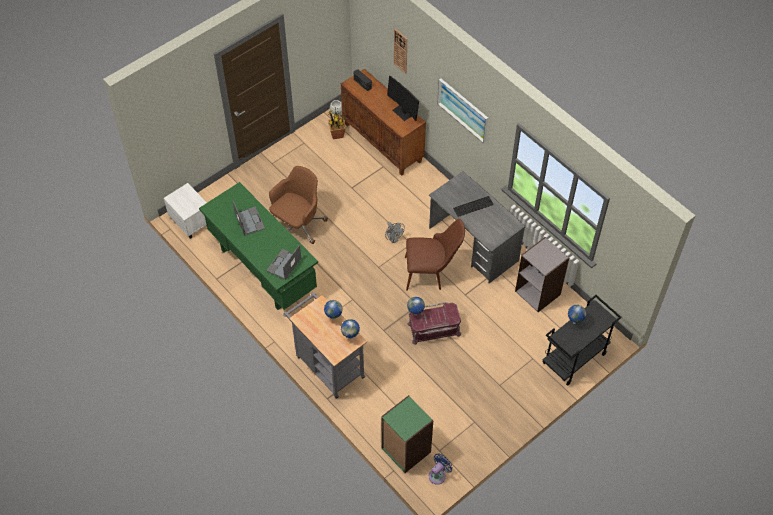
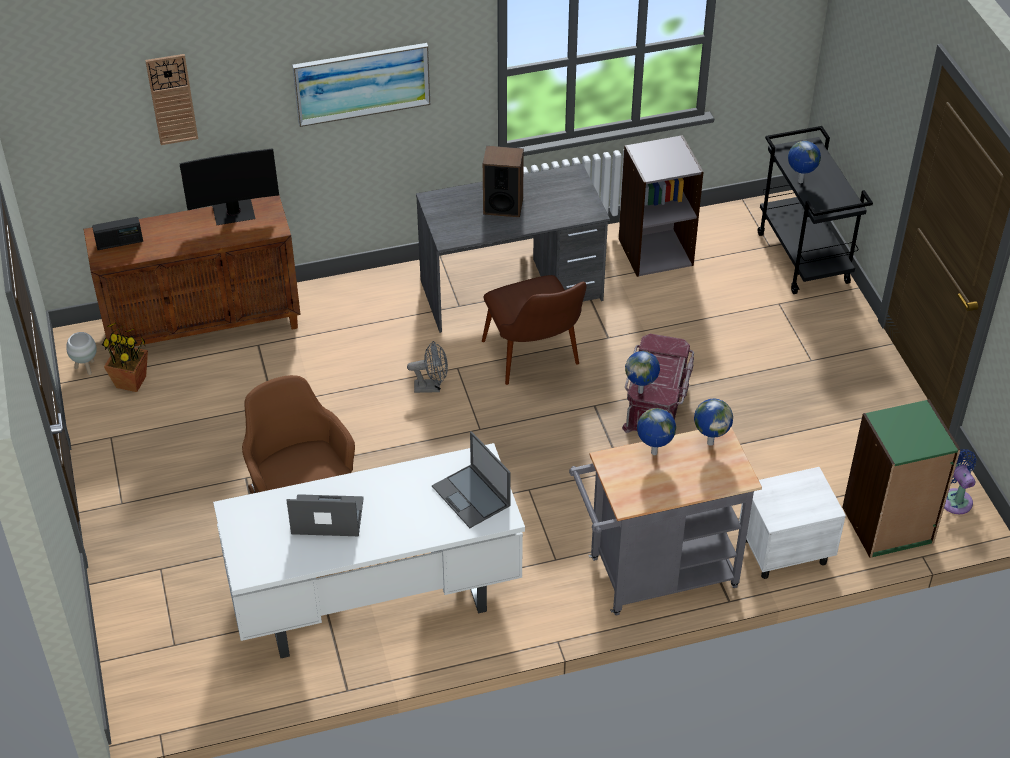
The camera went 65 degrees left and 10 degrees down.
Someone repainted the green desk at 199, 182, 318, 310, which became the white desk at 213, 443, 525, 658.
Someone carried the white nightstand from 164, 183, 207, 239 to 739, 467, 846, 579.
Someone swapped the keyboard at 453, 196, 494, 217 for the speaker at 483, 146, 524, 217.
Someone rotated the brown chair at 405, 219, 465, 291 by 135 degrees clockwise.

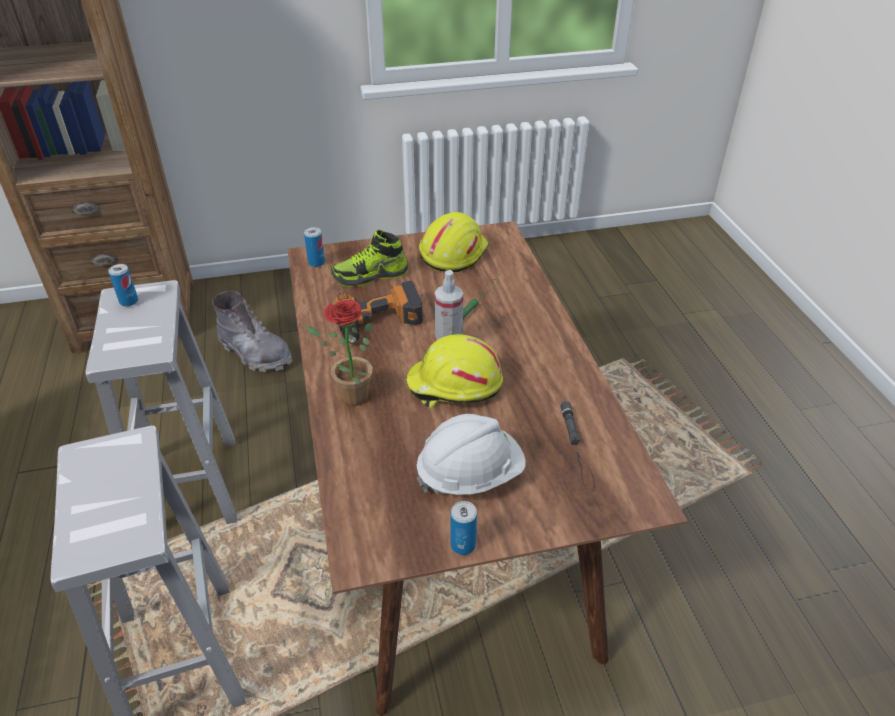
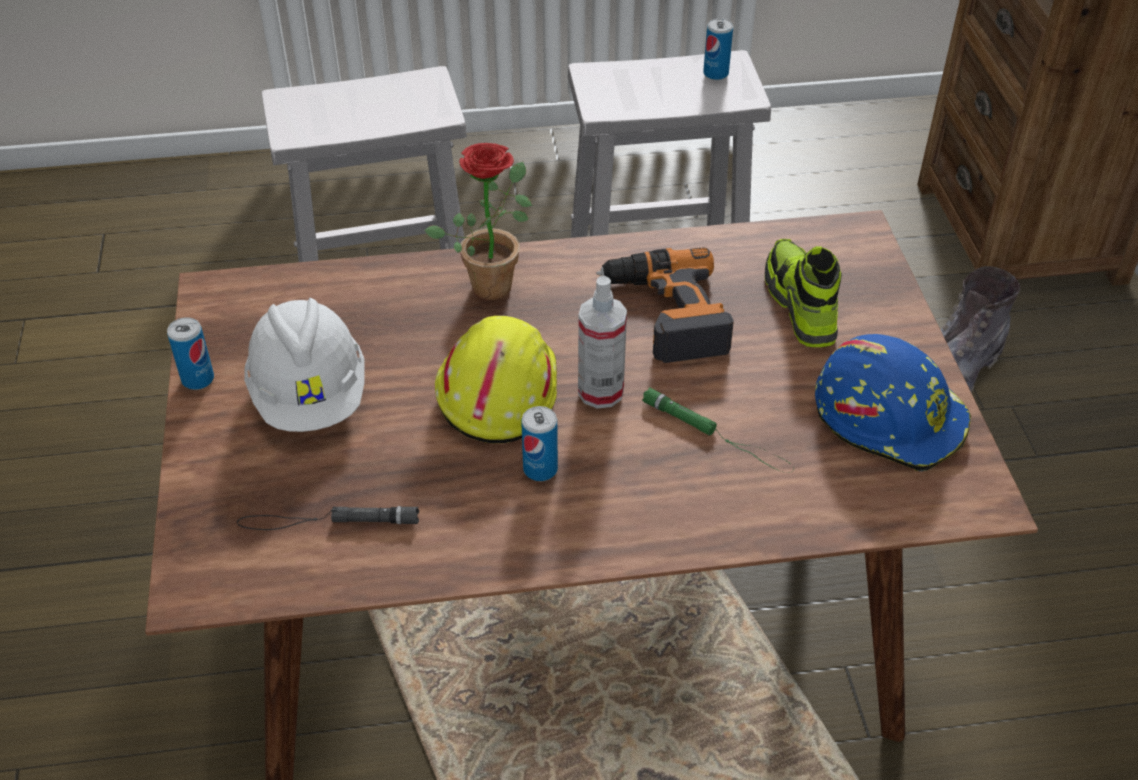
The camera went 95 degrees right and 5 degrees up.
Someone repainted the yellow hard hat at 419, 212, 489, 272, which became the blue hard hat at 815, 334, 971, 471.
Someone carried the can from 304, 227, 325, 267 to 521, 406, 558, 481.

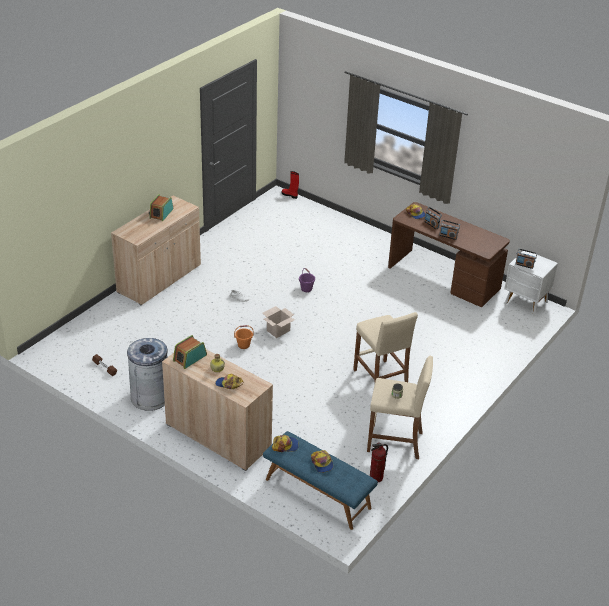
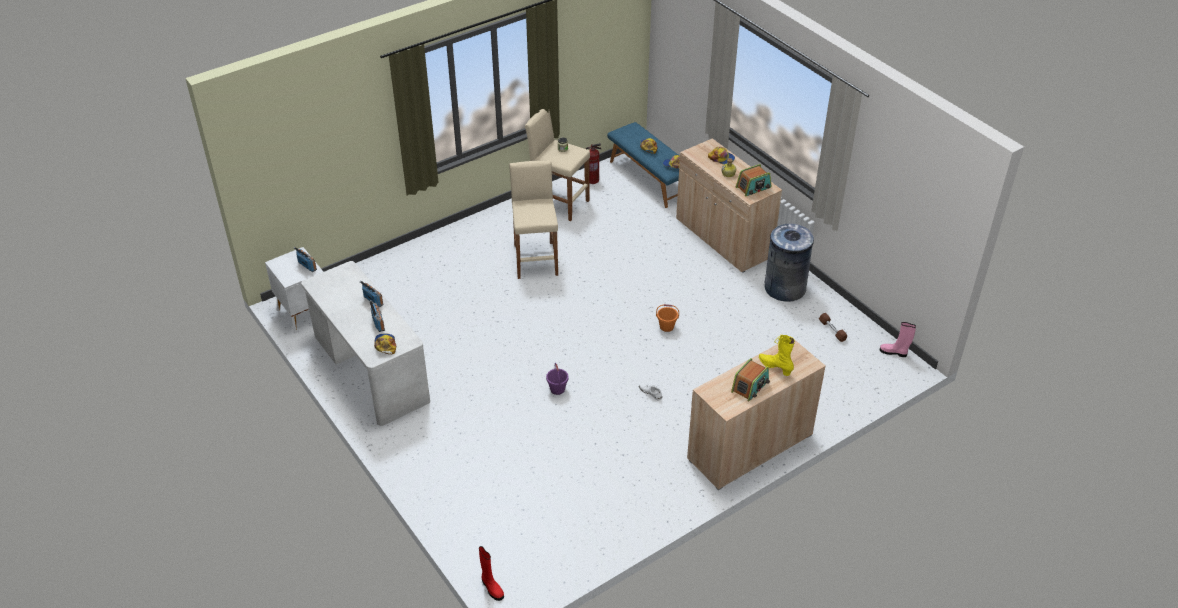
The camera went 160 degrees left and 5 degrees up.
Someone repainted the brown desk at 388, 202, 510, 307, which became the white desk at 301, 261, 430, 426.
Someone took away the cardboard box at 263, 306, 295, 338.
Someone put down the pink boot at 880, 322, 916, 357.
Someone put down the yellow boot at 759, 335, 795, 376.

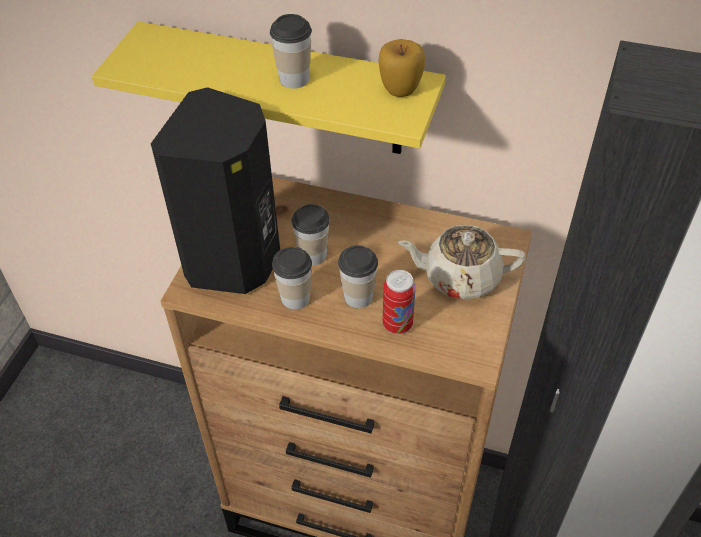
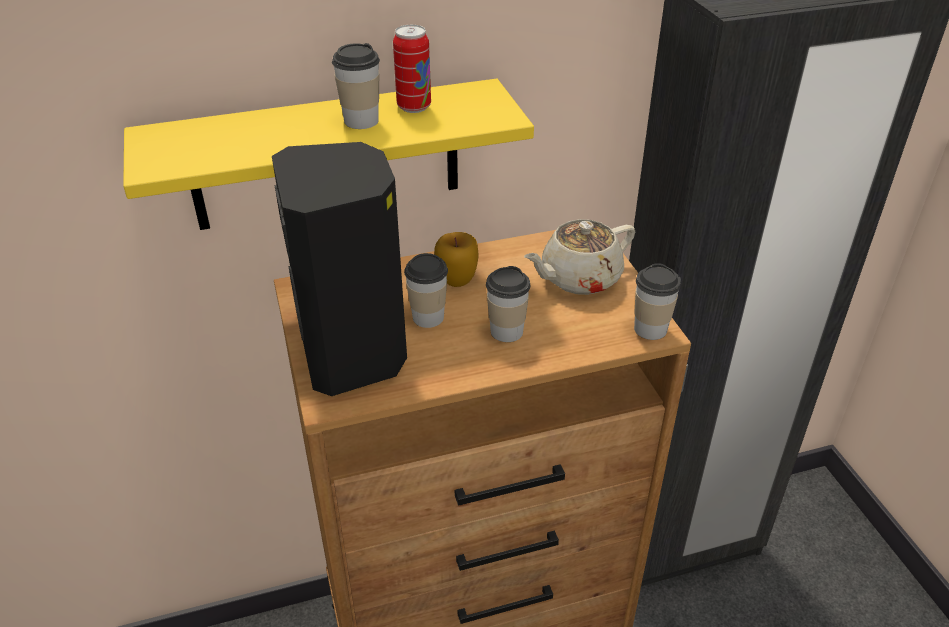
The camera went 35 degrees left and 10 degrees down.
Someone carried the apple from 379, 39, 425, 97 to 434, 232, 479, 287.
Someone carried the cup from 272, 247, 312, 310 to 634, 263, 681, 340.
Someone carried the can from 383, 270, 416, 334 to 393, 25, 431, 113.

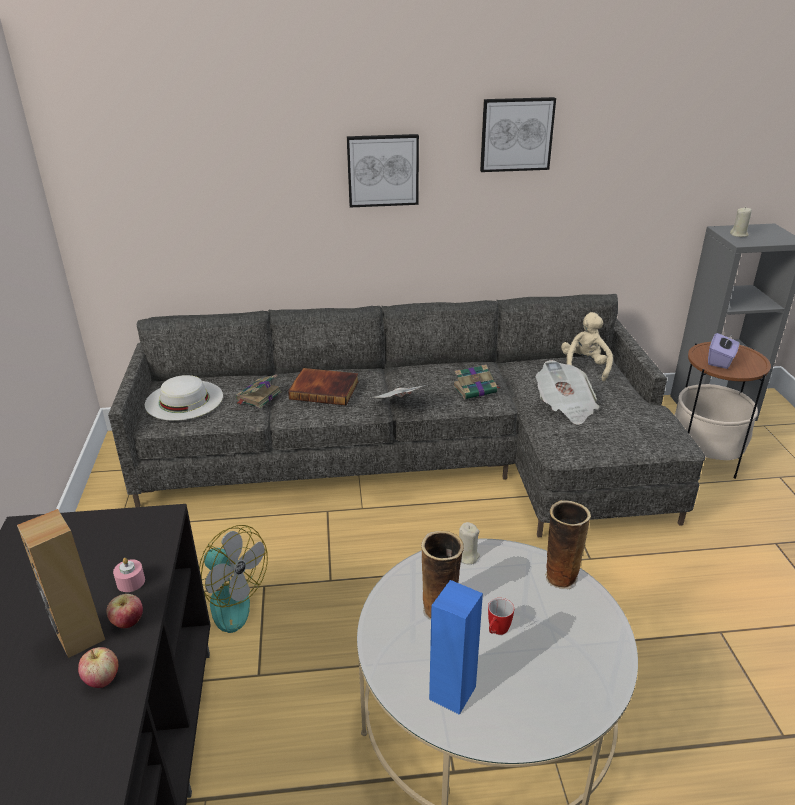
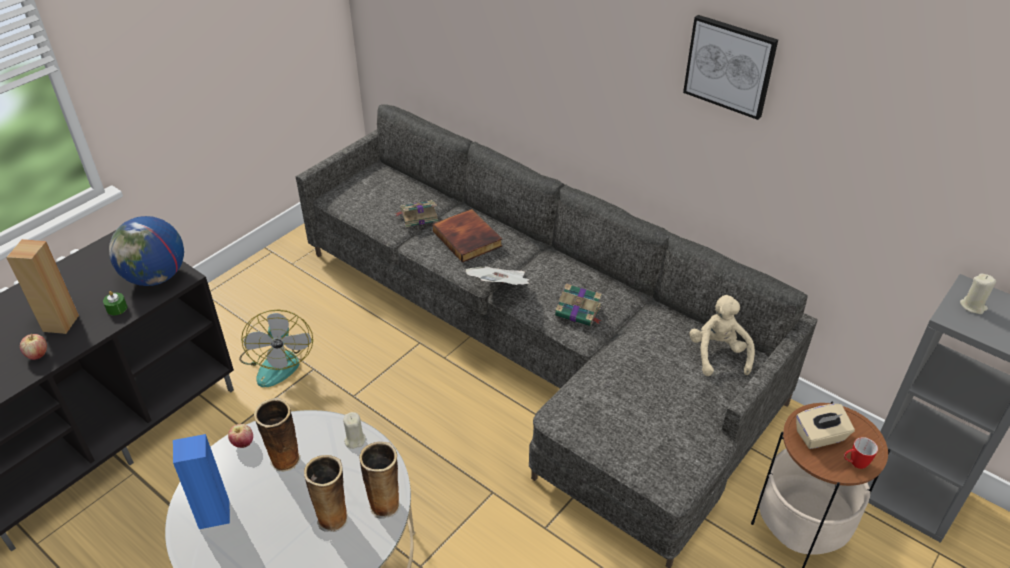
The camera went 45 degrees right and 10 degrees up.
Someone took away the picture at 347, 134, 419, 207.
Someone rotated the beige plush toy at 561, 312, 613, 381 by 60 degrees counterclockwise.
Someone repainted the purple tissue box at 708, 333, 739, 369, which became the beige tissue box at 796, 404, 855, 449.
Someone took away the newspaper at 536, 360, 599, 425.
Someone took away the white hat at 145, 375, 223, 421.
Someone repainted the pink candle at 113, 558, 145, 592, which became the green candle at 103, 291, 127, 315.
Someone carried the apple from 106, 594, 143, 628 to 228, 424, 253, 448.
Someone carried the mug from 488, 598, 514, 635 to 844, 437, 878, 469.
Someone put down the globe at 109, 216, 184, 286.
Someone put down the vase at 304, 455, 348, 532.

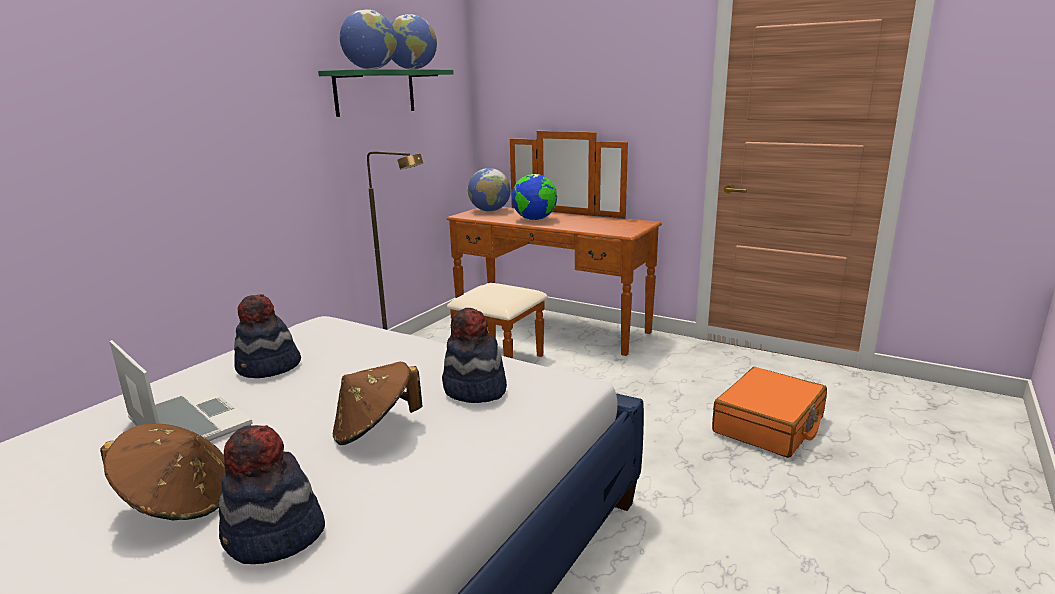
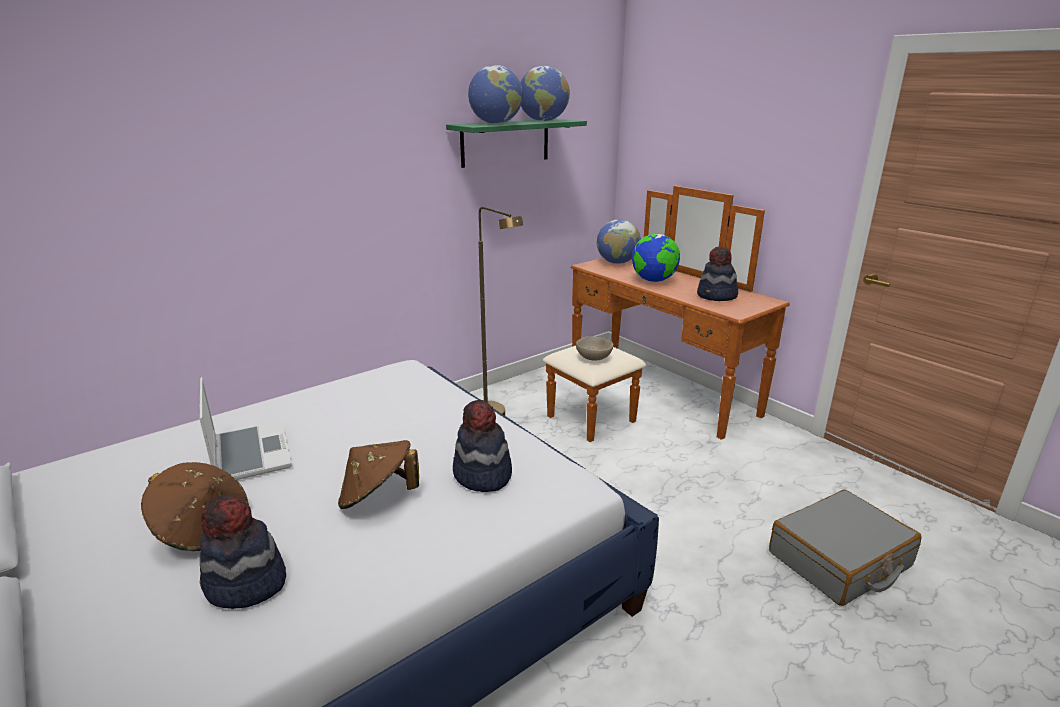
The camera went 20 degrees right and 5 degrees up.
Someone carried the hat from 234, 294, 301, 378 to 697, 247, 738, 301.
Someone repainted the orange suitcase at 712, 367, 827, 458, which became the grey suitcase at 769, 490, 922, 606.
Someone put down the beige bowl at 576, 336, 613, 361.

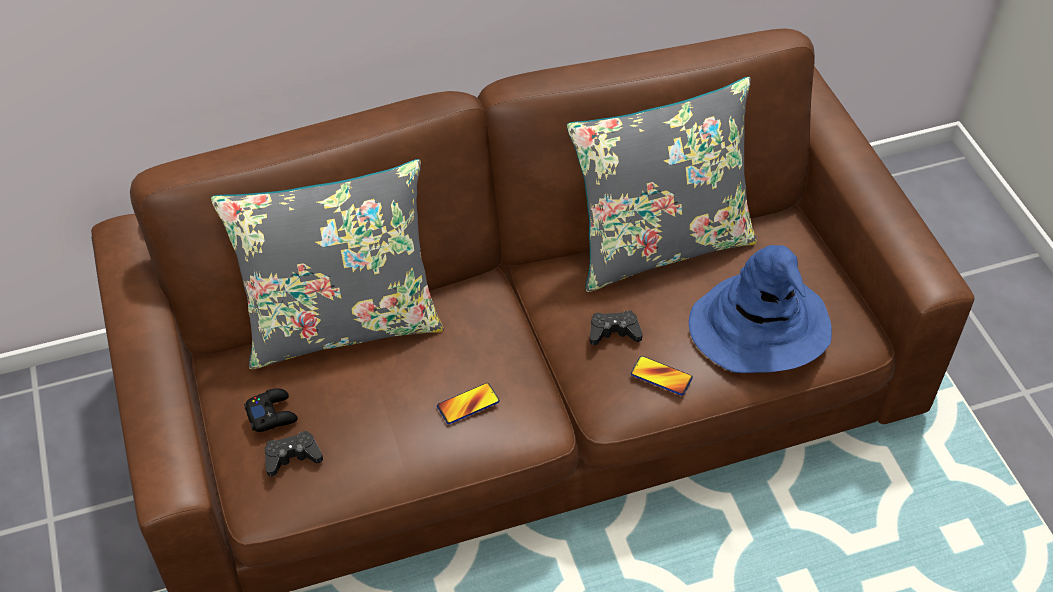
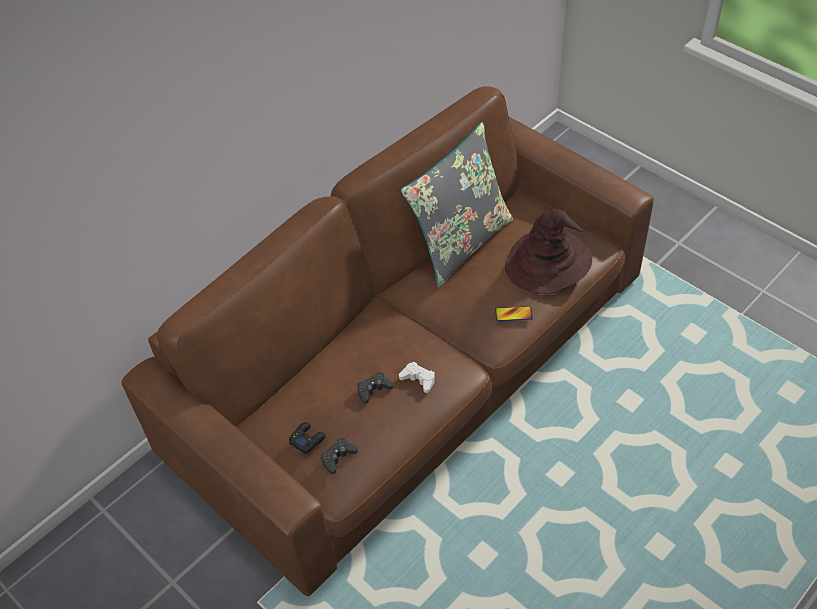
The camera went 25 degrees left and 0 degrees up.
Someone took away the grey pillow at 211, 159, 444, 369.
Someone repainted the blue hat at 689, 245, 832, 373, which became the brown hat at 505, 209, 592, 294.
Someone carried the black game controller from 590, 311, 643, 345 to 357, 371, 394, 404.
Someone swapped the phone at 437, 383, 500, 424 for the white game controller at 399, 362, 435, 393.

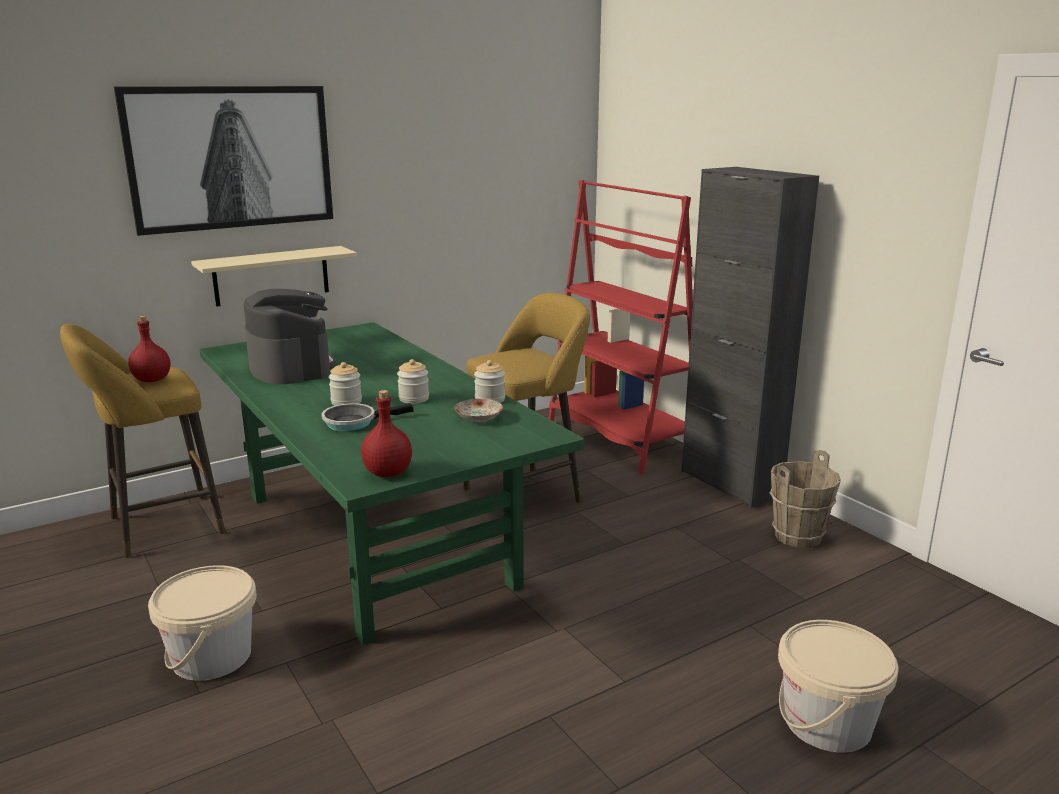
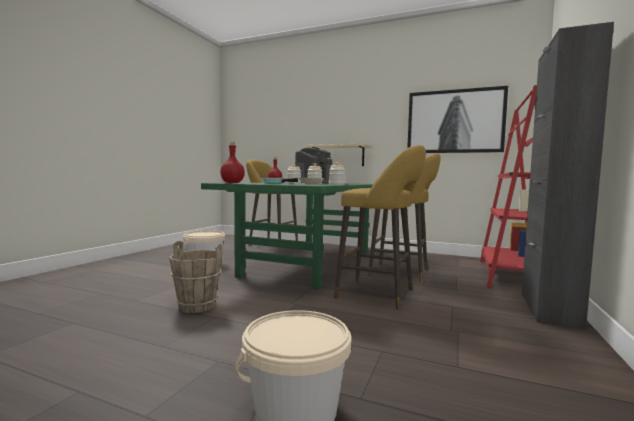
The camera went 55 degrees right and 15 degrees down.
Someone carried the picture from 114, 86, 333, 236 to 407, 86, 508, 153.
Someone carried the brown bucket from 770, 450, 841, 548 to 169, 241, 222, 313.
Someone put down the yellow stool at 334, 145, 426, 309.

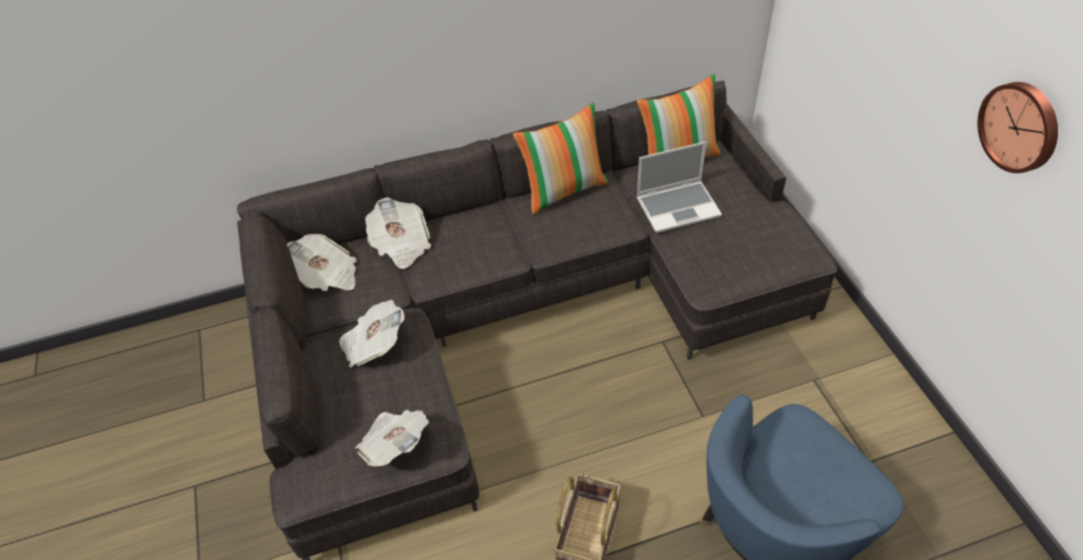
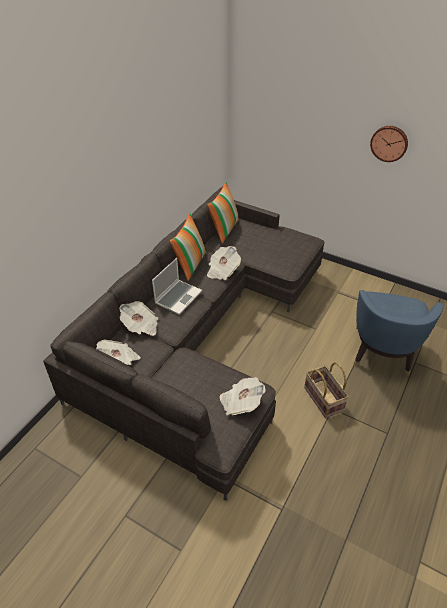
The camera went 45 degrees left and 5 degrees down.
Someone carried the laptop from 636, 141, 722, 233 to 152, 258, 202, 315.
Someone carried the newspaper from 339, 300, 405, 368 to 207, 246, 241, 280.

